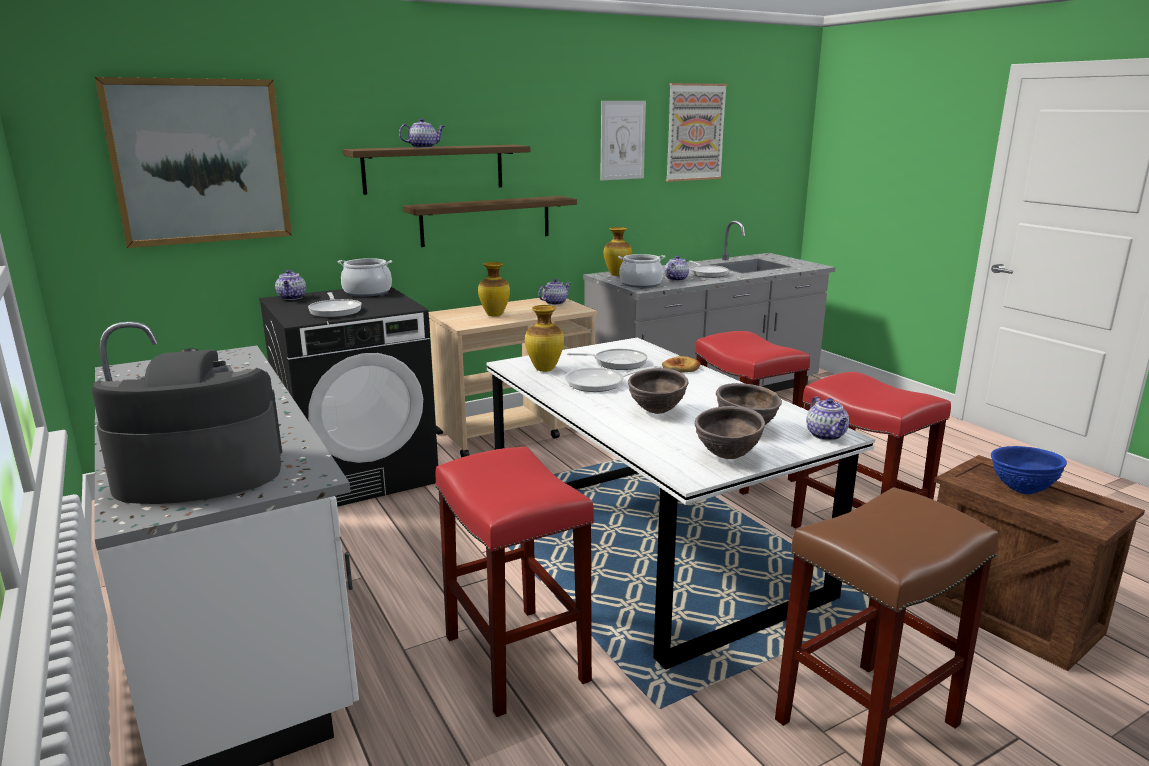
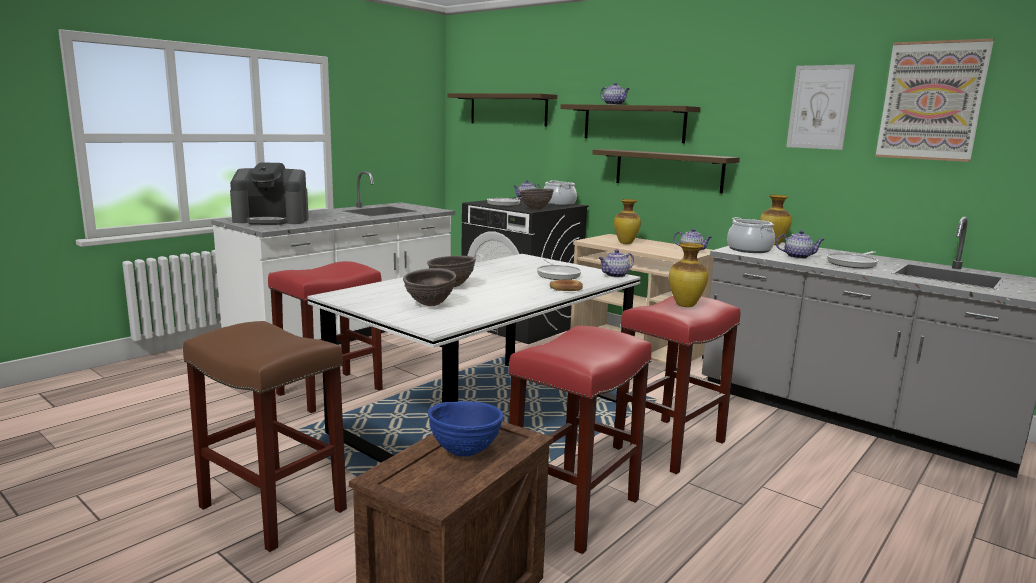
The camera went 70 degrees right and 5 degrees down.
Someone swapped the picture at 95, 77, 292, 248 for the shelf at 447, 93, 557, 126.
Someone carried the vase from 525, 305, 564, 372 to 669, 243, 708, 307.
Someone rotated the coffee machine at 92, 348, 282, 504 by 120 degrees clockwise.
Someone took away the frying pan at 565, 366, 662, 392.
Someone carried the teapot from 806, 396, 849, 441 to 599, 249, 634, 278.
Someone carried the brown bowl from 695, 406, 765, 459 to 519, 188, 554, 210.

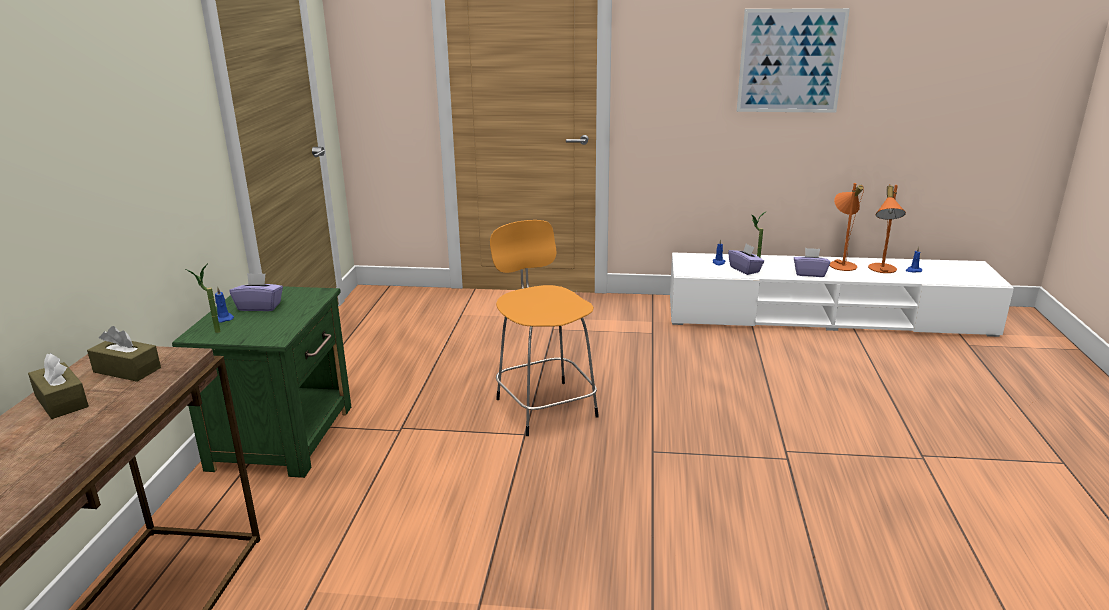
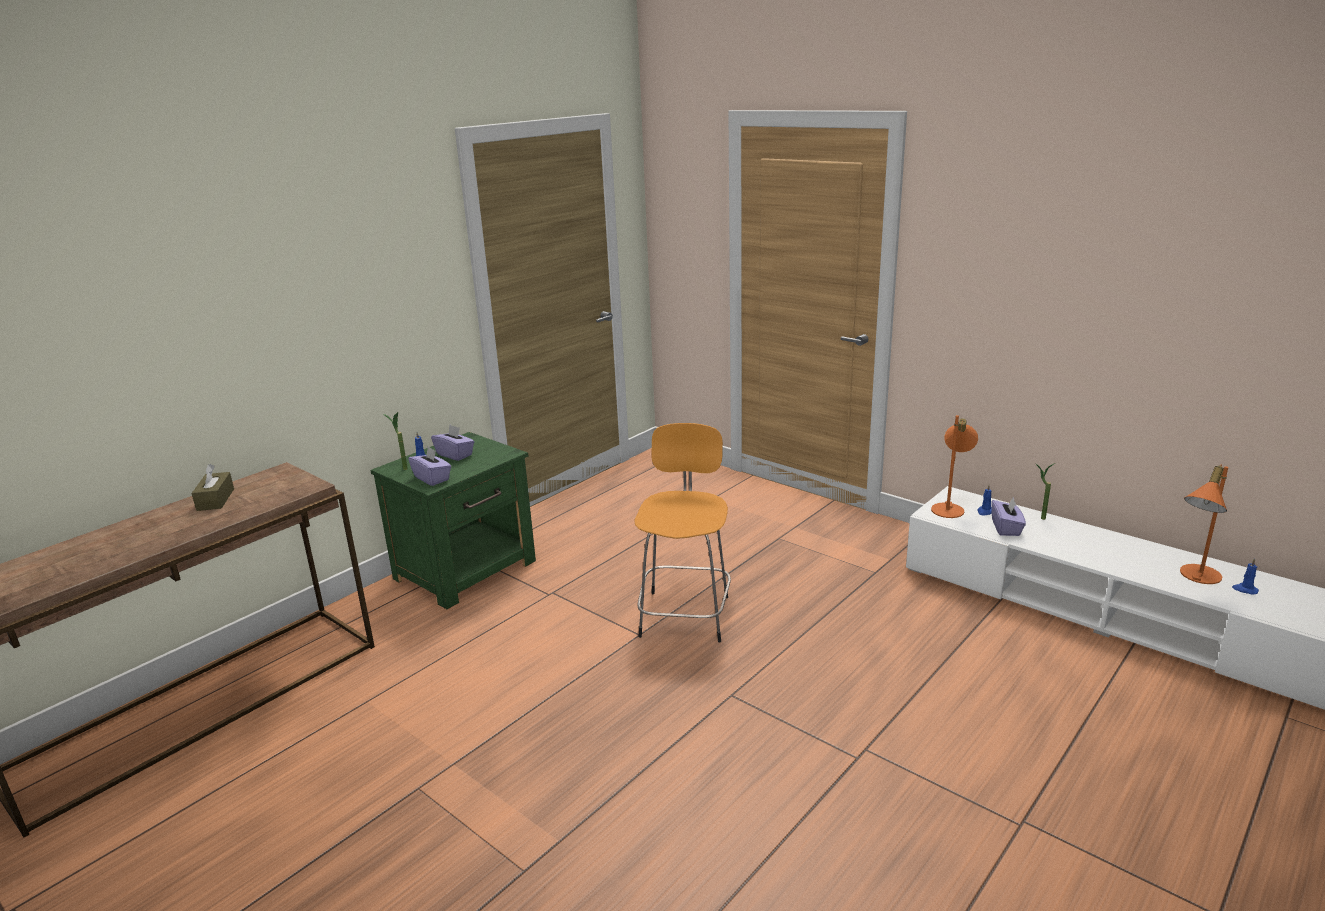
The camera went 35 degrees right and 0 degrees up.
Someone took away the picture at 737, 8, 850, 113.
Someone carried the orange table lamp from 829, 183, 864, 271 to 931, 415, 978, 518.
Someone carried the purple tissue box from 794, 248, 830, 277 to 408, 447, 451, 486.
Someone took away the brown tissue box at 87, 326, 161, 382.

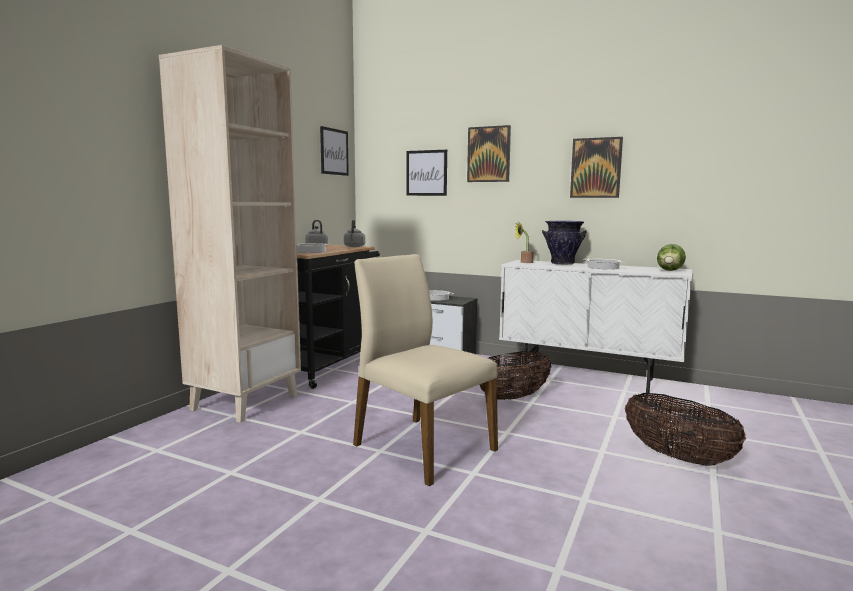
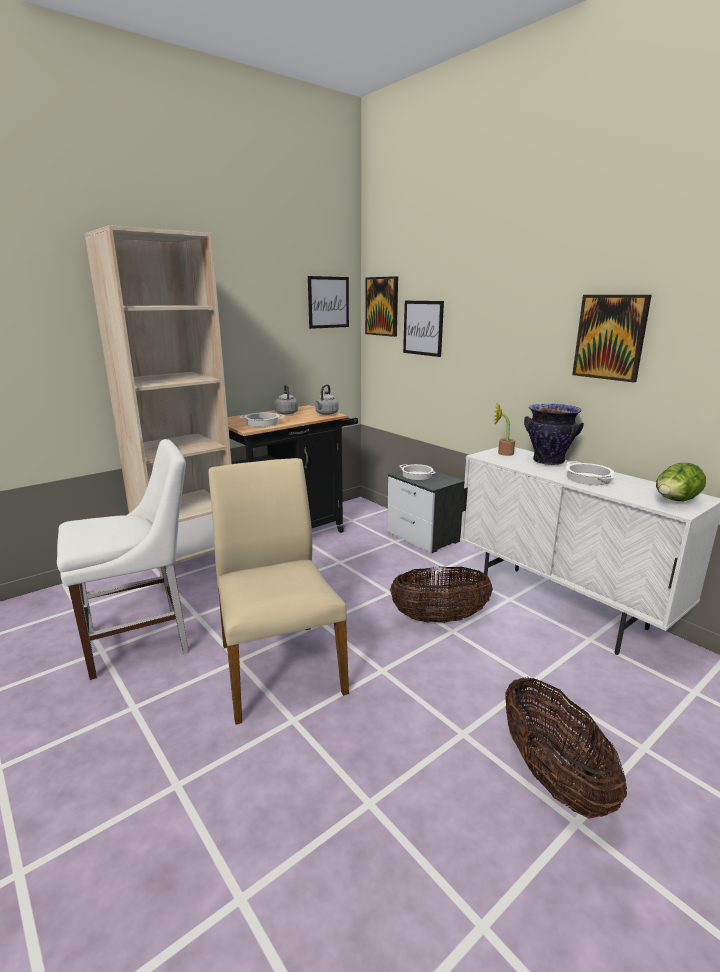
The camera went 25 degrees right and 10 degrees up.
Someone carried the picture from 467, 125, 511, 182 to 365, 276, 398, 337.
Someone put down the white chair at 57, 439, 189, 680.

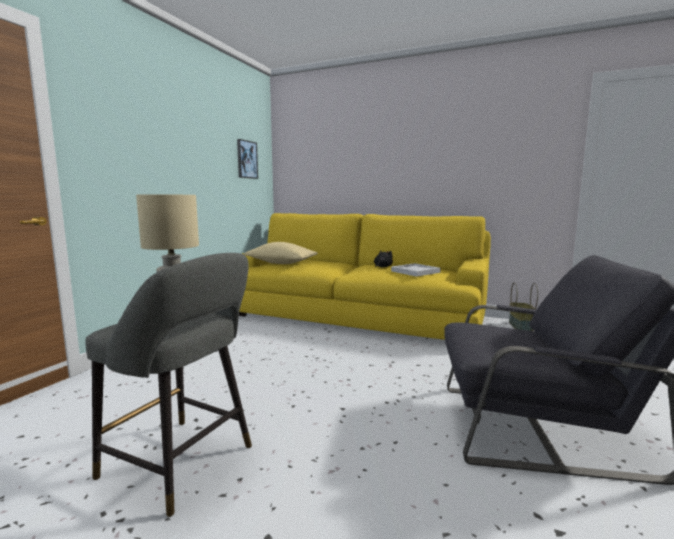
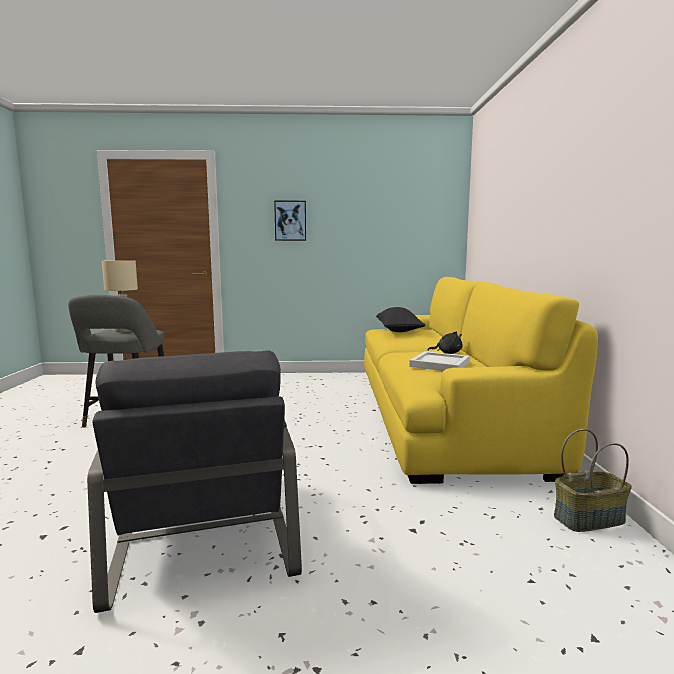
The camera went 65 degrees right and 0 degrees up.
Someone carried the picture from 237, 139, 258, 179 to 274, 201, 306, 241.
Someone repainted the beige pillow at 244, 242, 318, 264, which became the black pillow at 376, 307, 425, 332.

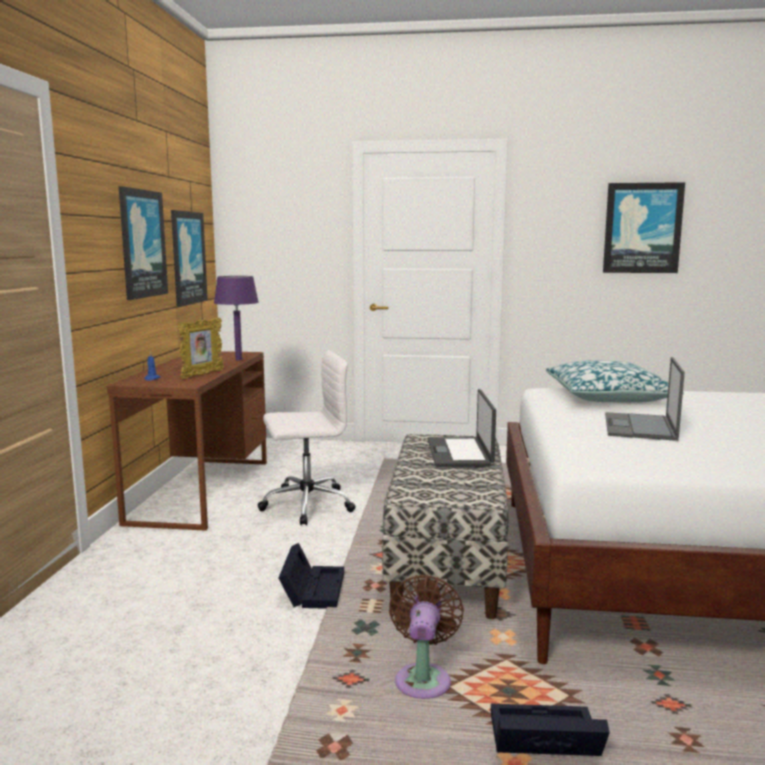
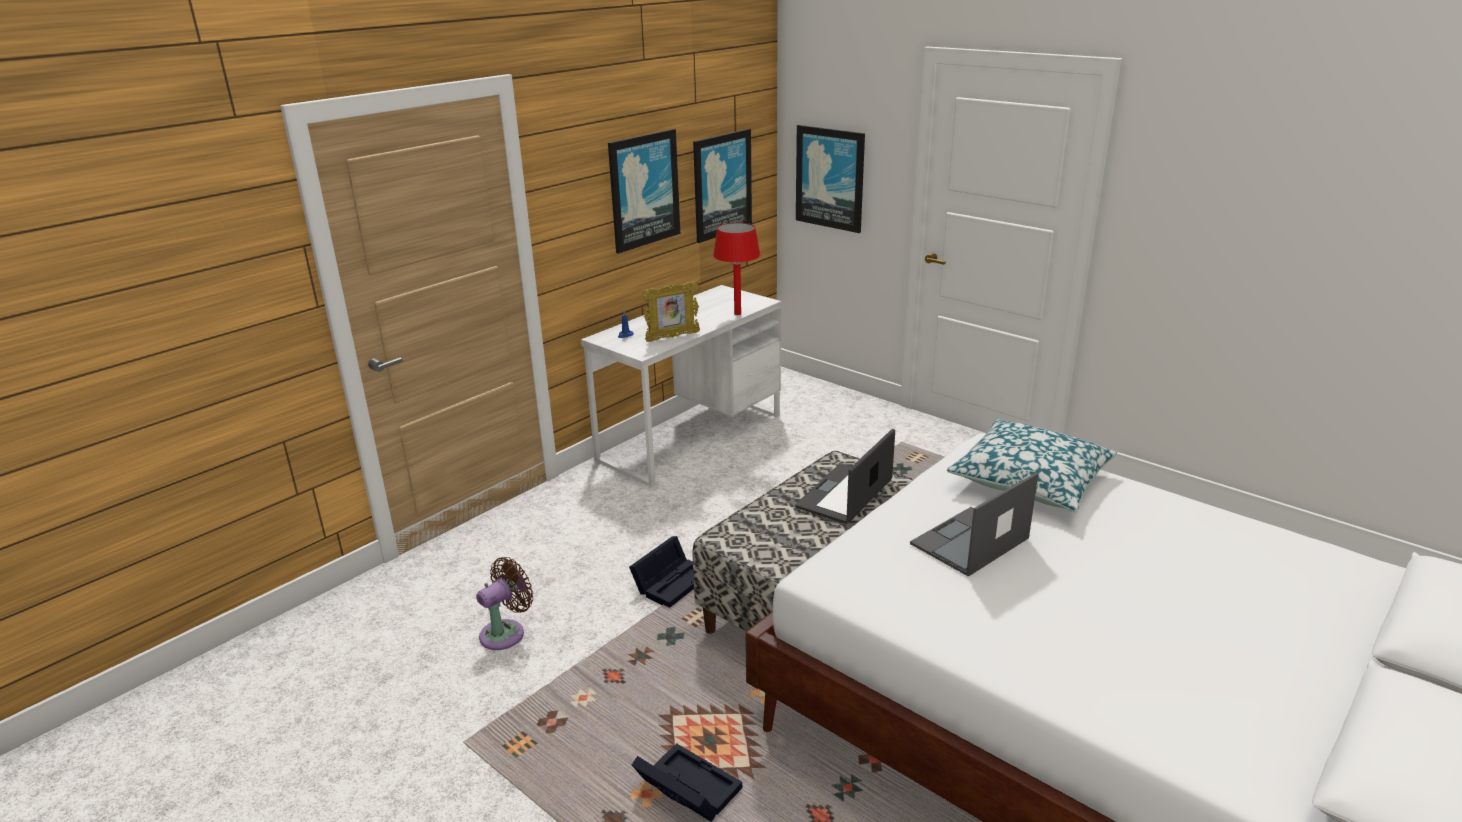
The camera went 35 degrees right and 15 degrees up.
Someone carried the picture from 603, 182, 685, 273 to 796, 125, 865, 233.
Someone repainted the purple table lamp at 214, 276, 259, 361, which became the red table lamp at 713, 222, 761, 315.
Someone repainted the brown desk at 107, 351, 267, 531, which became the white desk at 581, 285, 781, 487.
Someone took away the white office chair at 258, 351, 356, 525.
Someone carried the brown fan from 389, 575, 464, 699 to 476, 557, 533, 650.

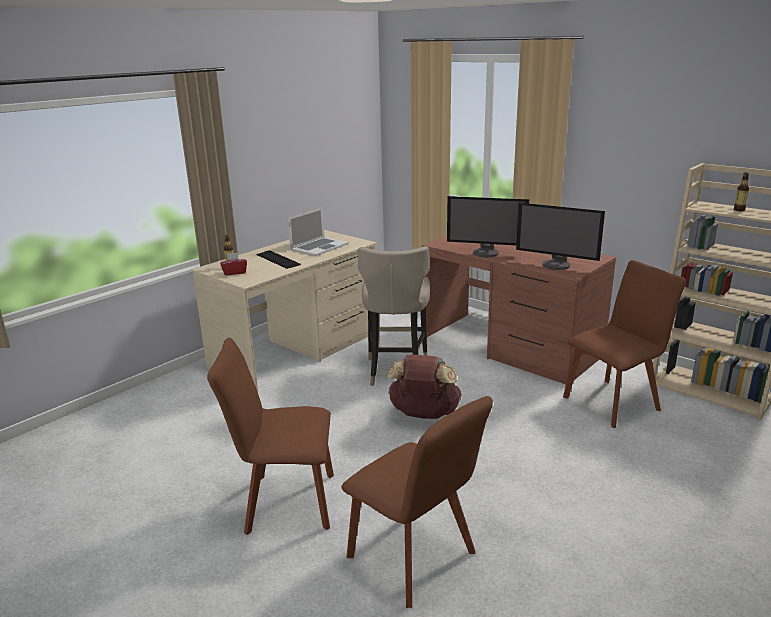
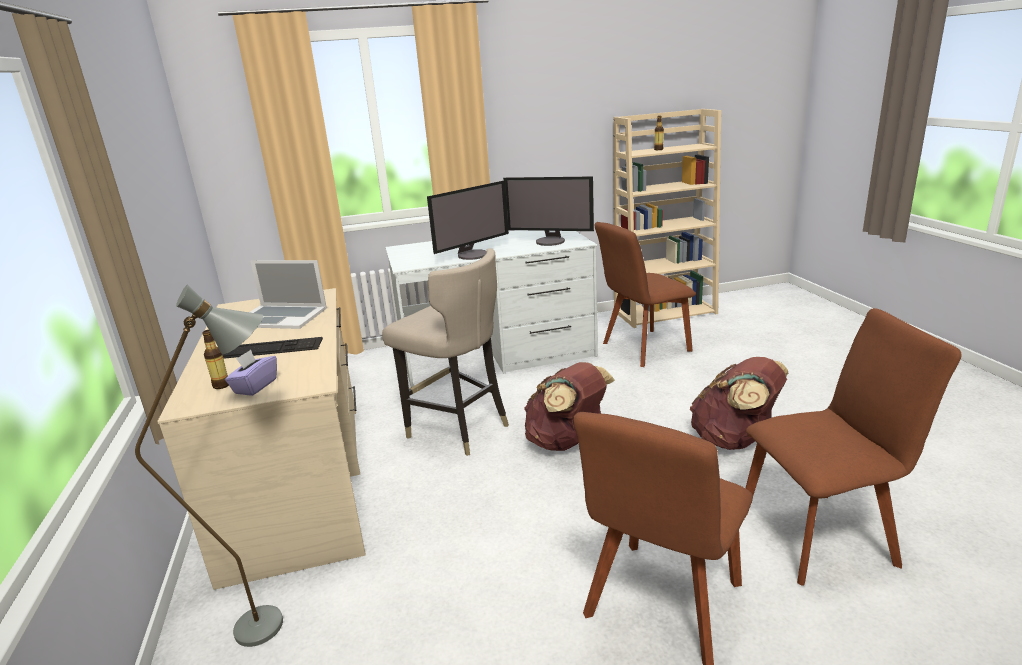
The camera went 55 degrees left and 0 degrees up.
Someone rotated the monitor at 516, 203, 605, 270 by 45 degrees clockwise.
Someone rotated the laptop at 288, 208, 349, 256 by 120 degrees clockwise.
Someone repainted the brown desk at 422, 236, 616, 386, which became the white desk at 385, 230, 598, 387.
Someone repainted the red tissue box at 220, 253, 247, 276, which became the purple tissue box at 225, 350, 277, 396.
Someone rotated the brown chair at 563, 260, 686, 428 by 120 degrees counterclockwise.
Someone put down the grey floor lamp at 135, 285, 283, 647.
Someone put down the brown backpack at 690, 357, 788, 450.

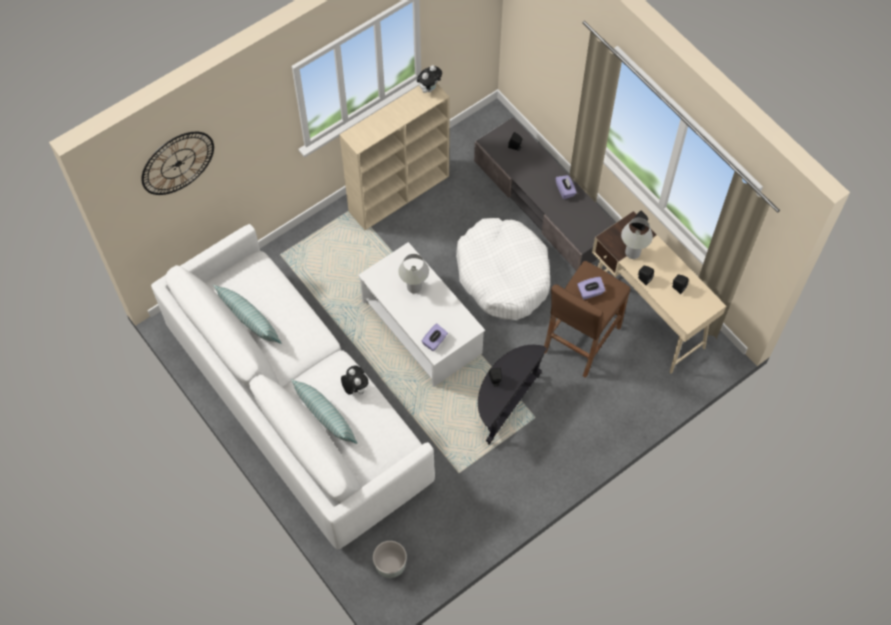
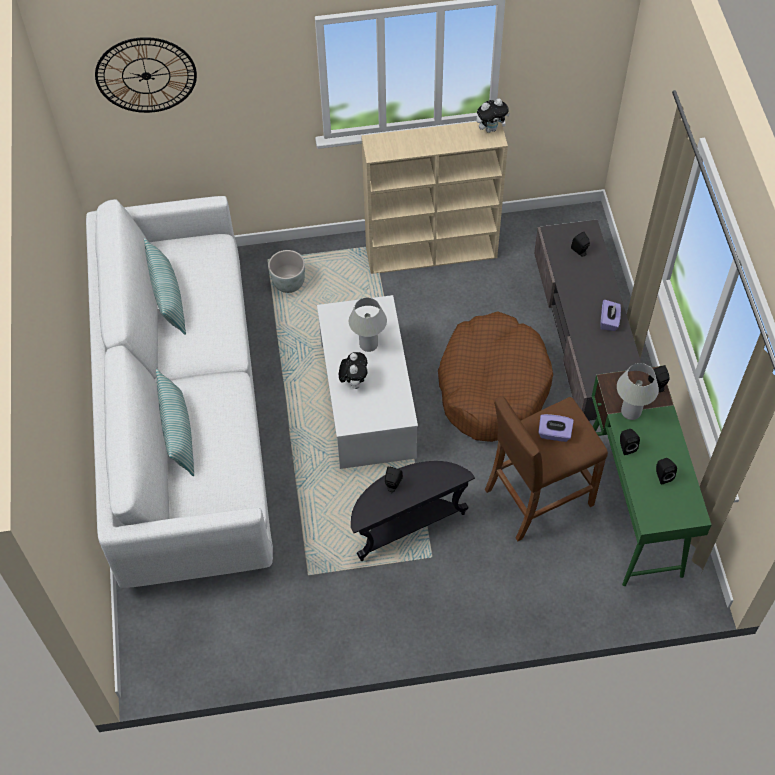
The camera went 30 degrees right and 5 degrees down.
Someone repainted the beige desk at 592, 211, 726, 373, which became the green desk at 592, 366, 711, 586.
Someone repainted the white dog bed at 456, 218, 550, 320, which became the brown dog bed at 438, 311, 553, 442.
Someone took away the purple tissue box at 422, 324, 448, 351.
Someone carried the plush toy from 341, 365, 368, 395 to 339, 352, 367, 389.
Someone carried the grey planter from 373, 541, 407, 578 to 268, 250, 305, 293.

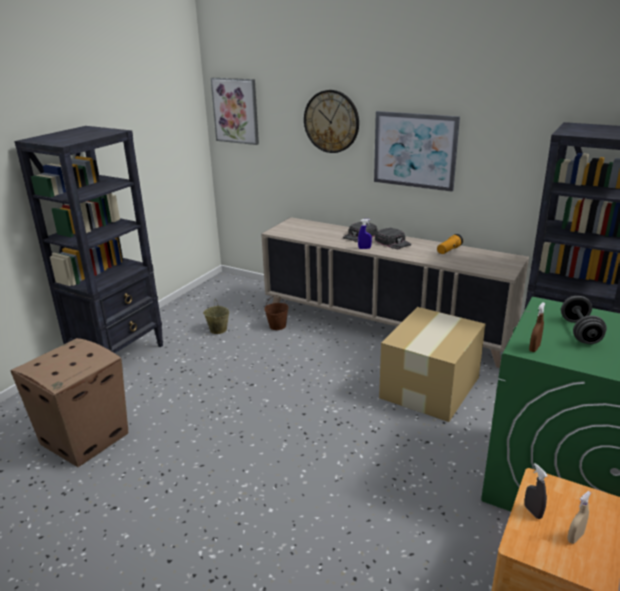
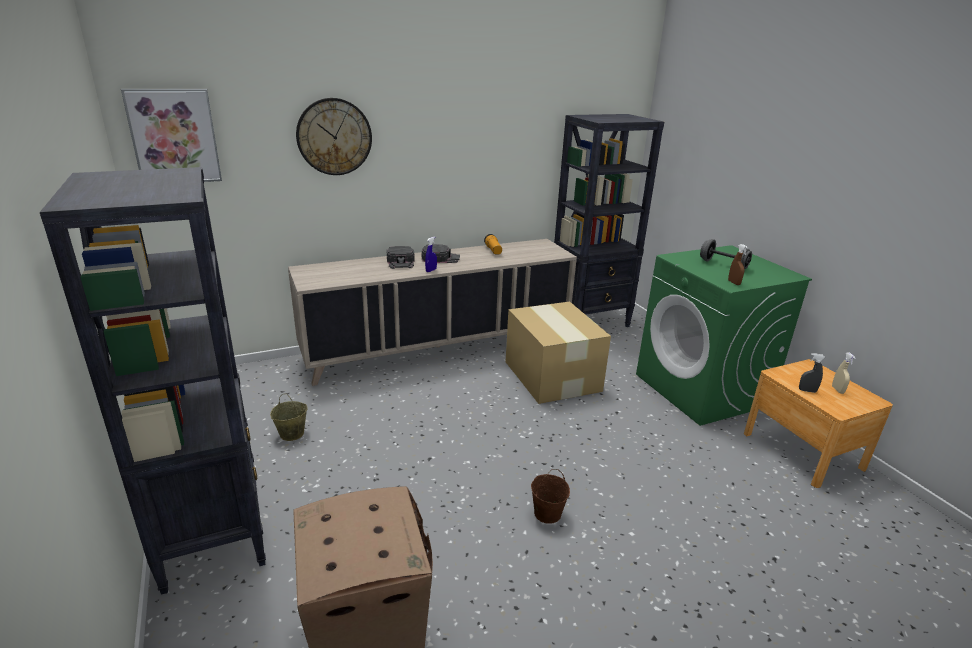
The camera went 55 degrees left and 0 degrees up.
Someone took away the picture at 374, 111, 460, 192.
Someone carried the brown bucket from 264, 295, 289, 330 to 531, 469, 570, 524.

